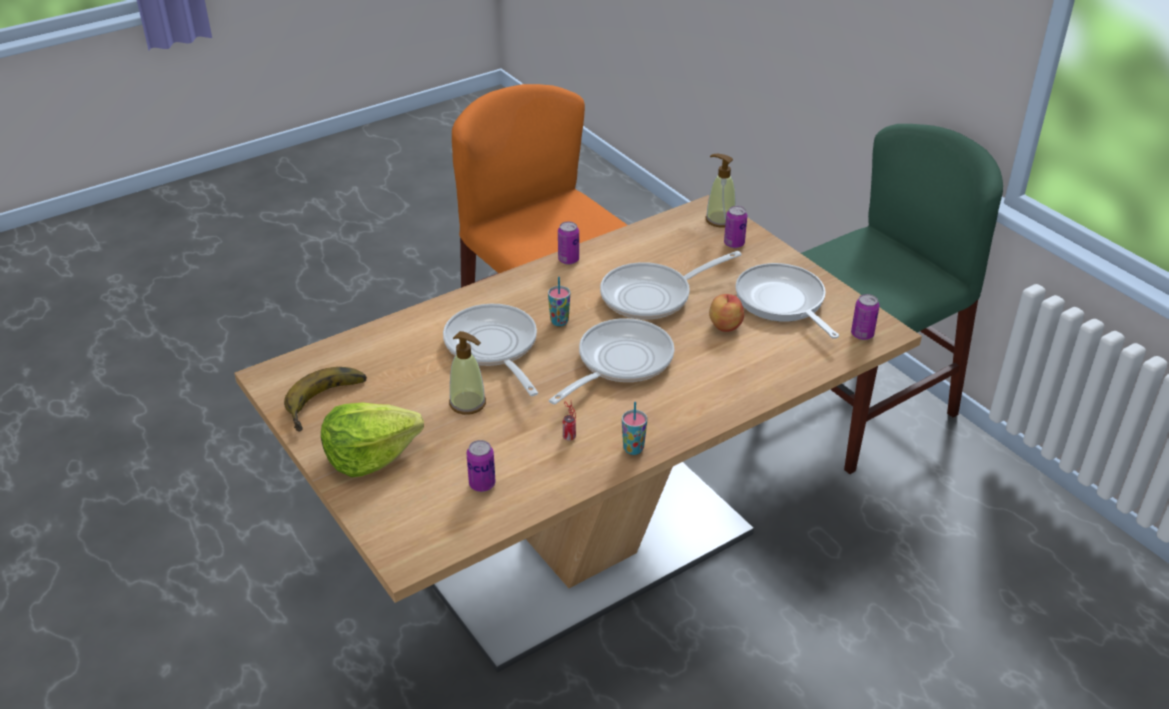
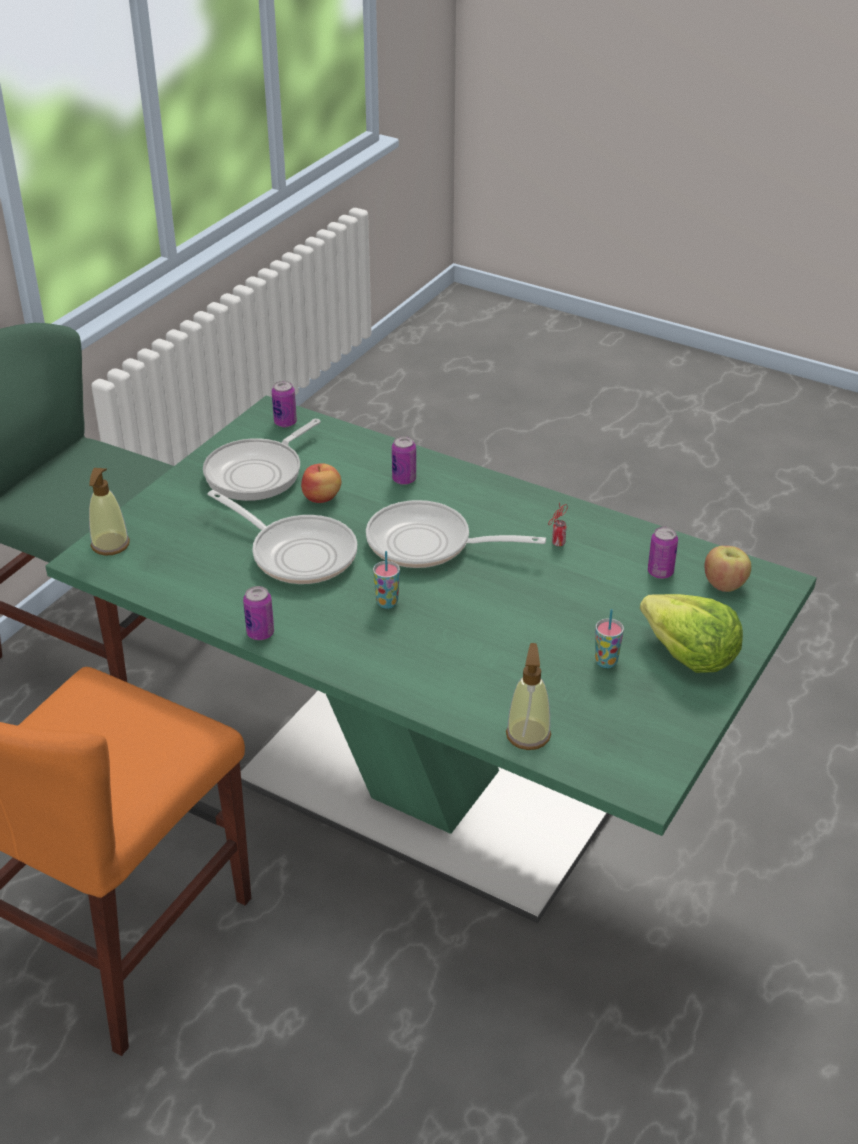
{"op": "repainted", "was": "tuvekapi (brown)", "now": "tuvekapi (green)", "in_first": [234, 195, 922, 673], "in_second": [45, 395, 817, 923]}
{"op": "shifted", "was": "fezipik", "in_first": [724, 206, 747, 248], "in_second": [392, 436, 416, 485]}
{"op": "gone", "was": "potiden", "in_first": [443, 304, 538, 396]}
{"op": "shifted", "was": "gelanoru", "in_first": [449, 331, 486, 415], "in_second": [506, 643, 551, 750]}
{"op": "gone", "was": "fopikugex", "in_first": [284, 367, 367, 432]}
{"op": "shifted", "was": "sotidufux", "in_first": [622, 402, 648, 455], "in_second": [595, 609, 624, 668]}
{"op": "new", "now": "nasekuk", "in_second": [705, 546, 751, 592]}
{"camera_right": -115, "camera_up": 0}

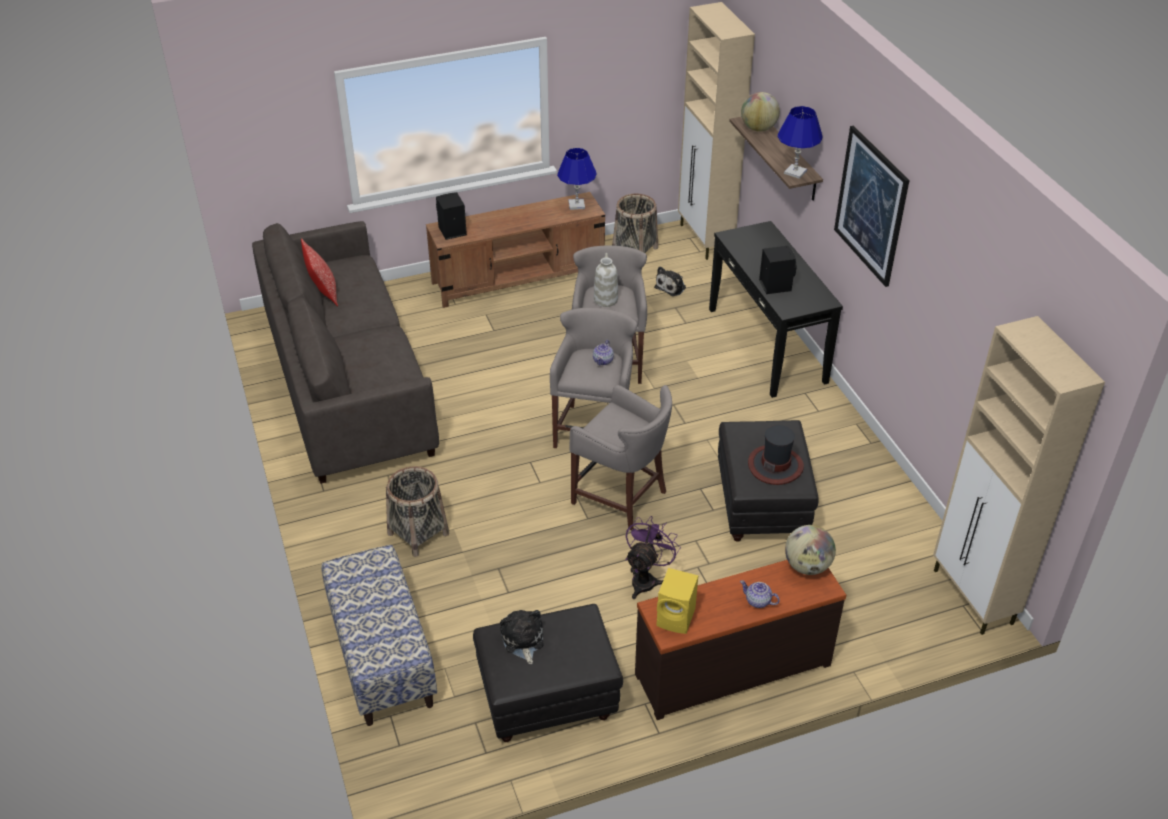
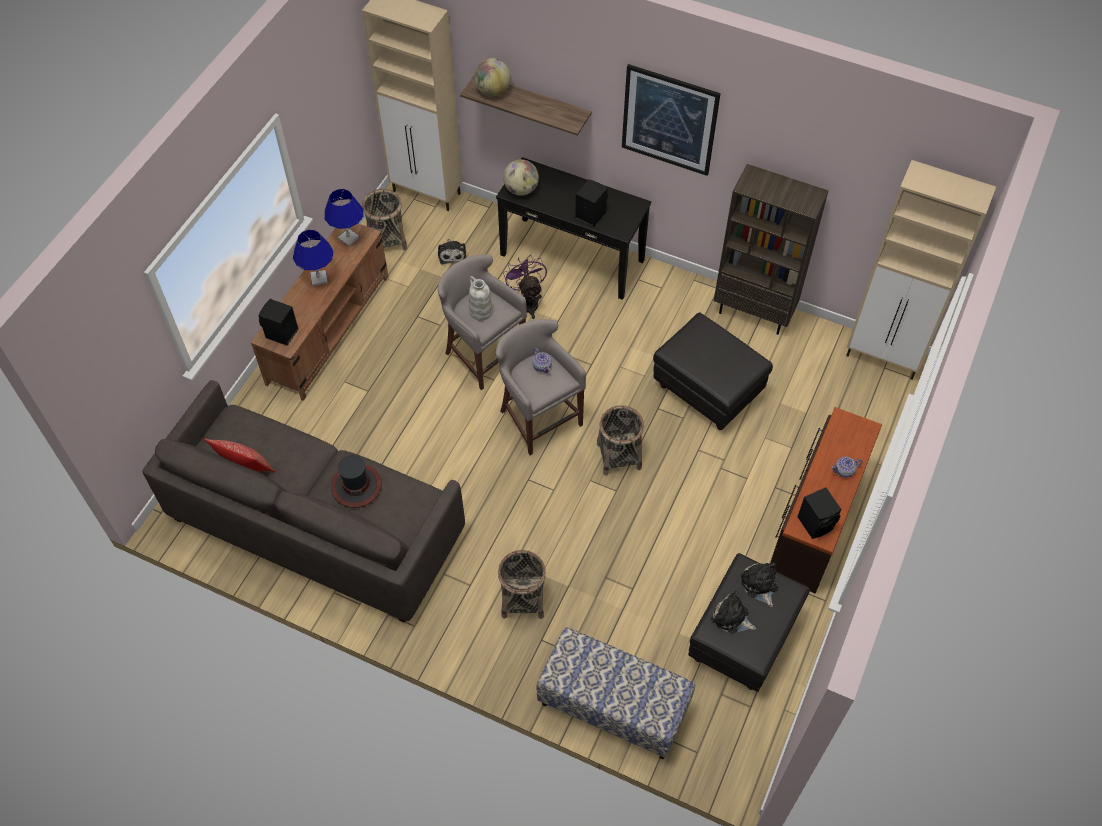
{"op": "shifted", "was": "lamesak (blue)", "in_first": [777, 106, 823, 179], "in_second": [293, 230, 334, 286]}
{"op": "swapped", "was": "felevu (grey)", "now": "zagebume", "in_first": [570, 385, 672, 530], "in_second": [597, 405, 644, 475]}
{"op": "shifted", "was": "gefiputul", "in_first": [748, 425, 804, 485], "in_second": [331, 455, 382, 508]}
{"op": "shifted", "was": "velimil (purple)", "in_first": [626, 516, 681, 599], "in_second": [503, 256, 547, 319]}
{"op": "shifted", "was": "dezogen", "in_first": [785, 525, 836, 575], "in_second": [503, 159, 539, 196]}
{"op": "repainted", "was": "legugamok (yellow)", "now": "legugamok (black)", "in_first": [656, 568, 698, 634], "in_second": [797, 487, 841, 539]}
{"op": "new", "now": "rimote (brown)", "in_second": [714, 164, 829, 335]}
{"op": "new", "now": "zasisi", "in_second": [740, 563, 778, 607]}
{"camera_right": -45, "camera_up": 15}

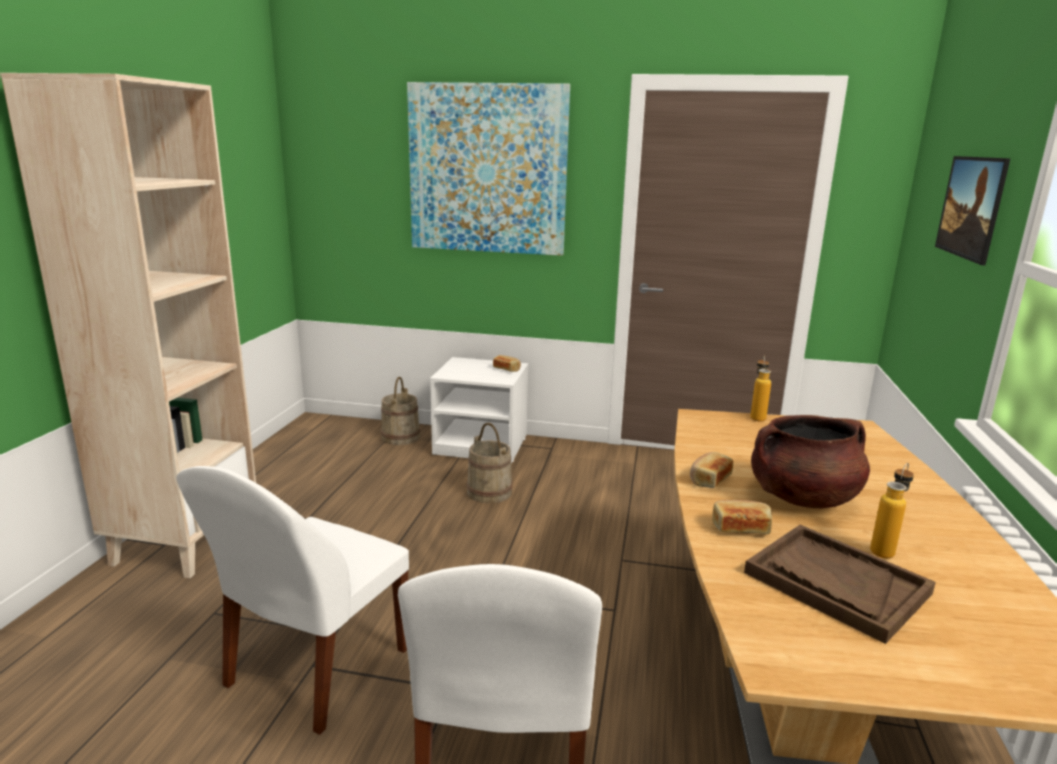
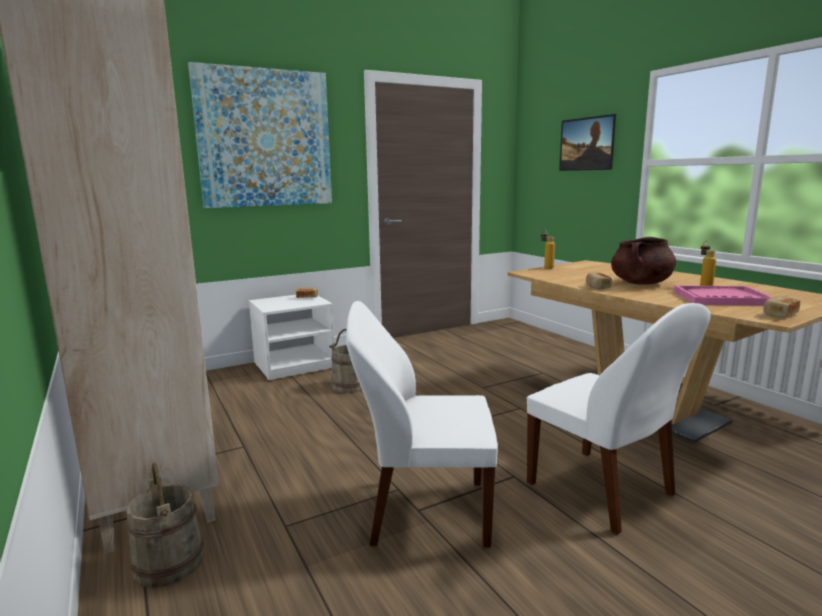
{"op": "shifted", "was": "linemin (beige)", "in_first": [381, 377, 420, 445], "in_second": [126, 462, 205, 588]}
{"op": "rotated", "was": "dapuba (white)", "in_first": [176, 466, 409, 735], "in_second": [346, 301, 498, 548], "clockwise": 105}
{"op": "shifted", "was": "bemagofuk", "in_first": [712, 500, 772, 534], "in_second": [763, 296, 800, 317]}
{"op": "repainted", "was": "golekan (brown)", "now": "golekan (pink)", "in_first": [744, 525, 936, 644], "in_second": [674, 285, 772, 306]}
{"camera_right": -40, "camera_up": -5}

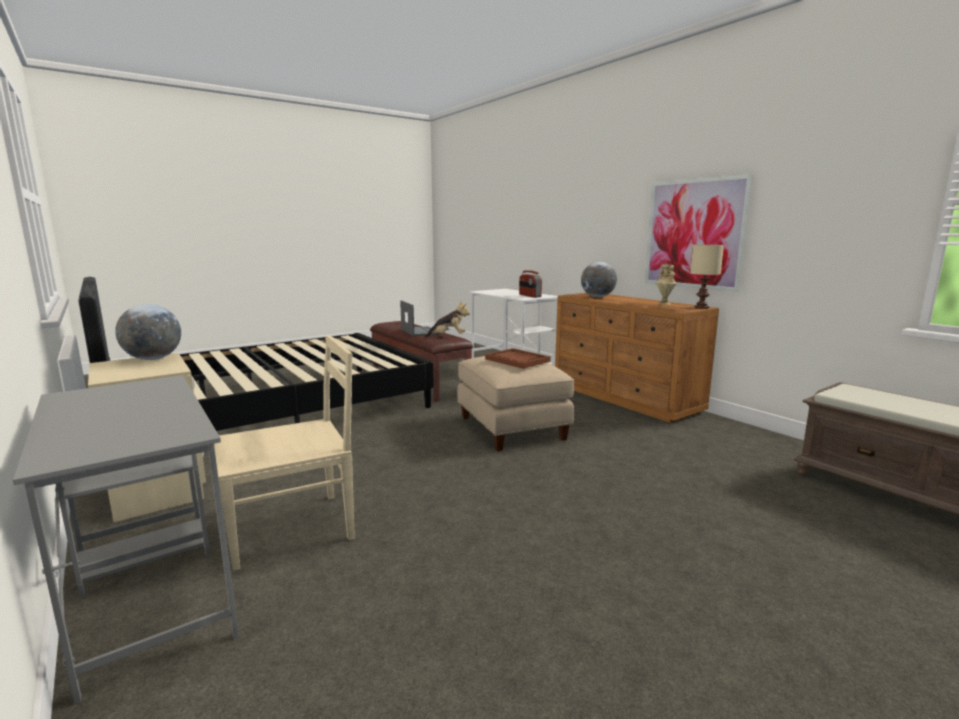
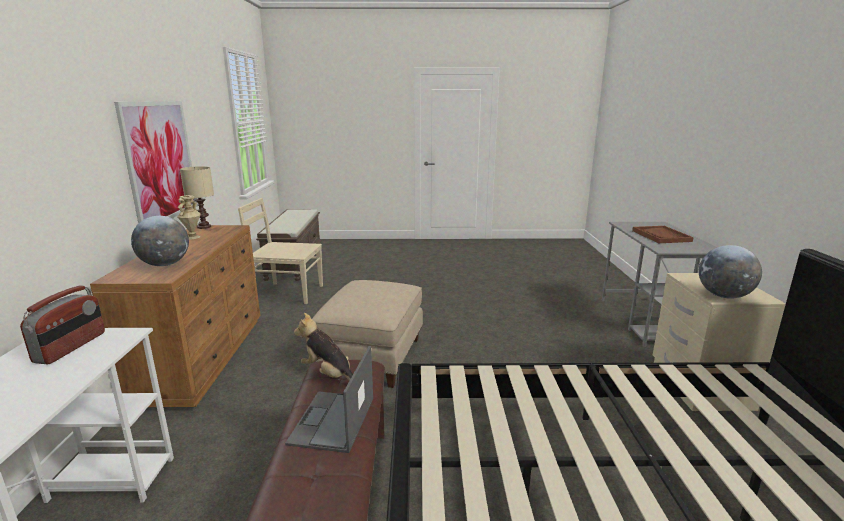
{"op": "shifted", "was": "dapuba (beige)", "in_first": [214, 335, 355, 571], "in_second": [238, 198, 323, 304]}
{"op": "shifted", "was": "golekan (brown)", "in_first": [485, 348, 551, 369], "in_second": [632, 226, 694, 243]}
{"camera_right": -145, "camera_up": 5}

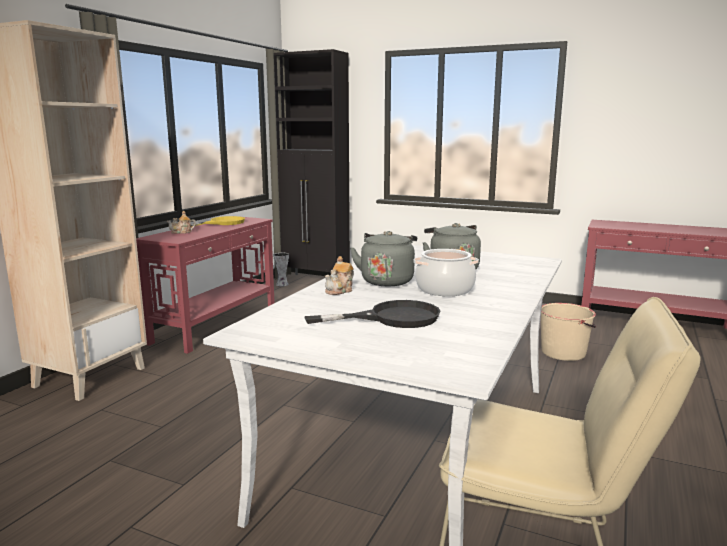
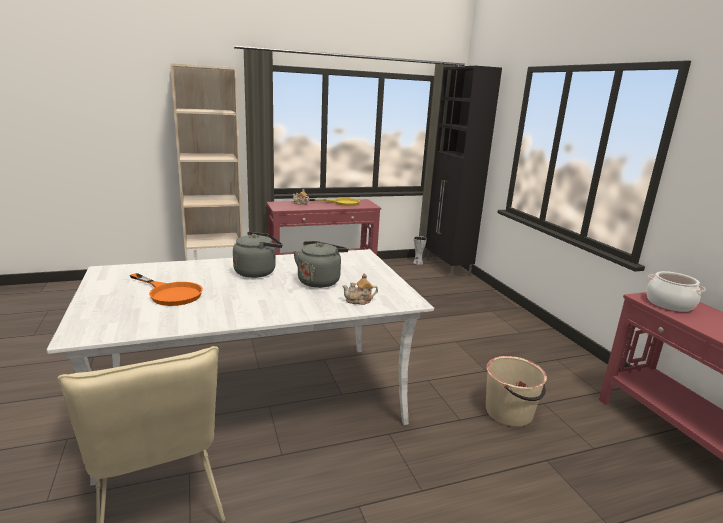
{"op": "shifted", "was": "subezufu", "in_first": [413, 249, 479, 296], "in_second": [646, 271, 706, 312]}
{"op": "shifted", "was": "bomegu", "in_first": [324, 256, 354, 295], "in_second": [342, 273, 378, 305]}
{"op": "repainted", "was": "potiden (black)", "now": "potiden (orange)", "in_first": [305, 300, 440, 328], "in_second": [130, 273, 203, 306]}
{"camera_right": 45, "camera_up": 5}

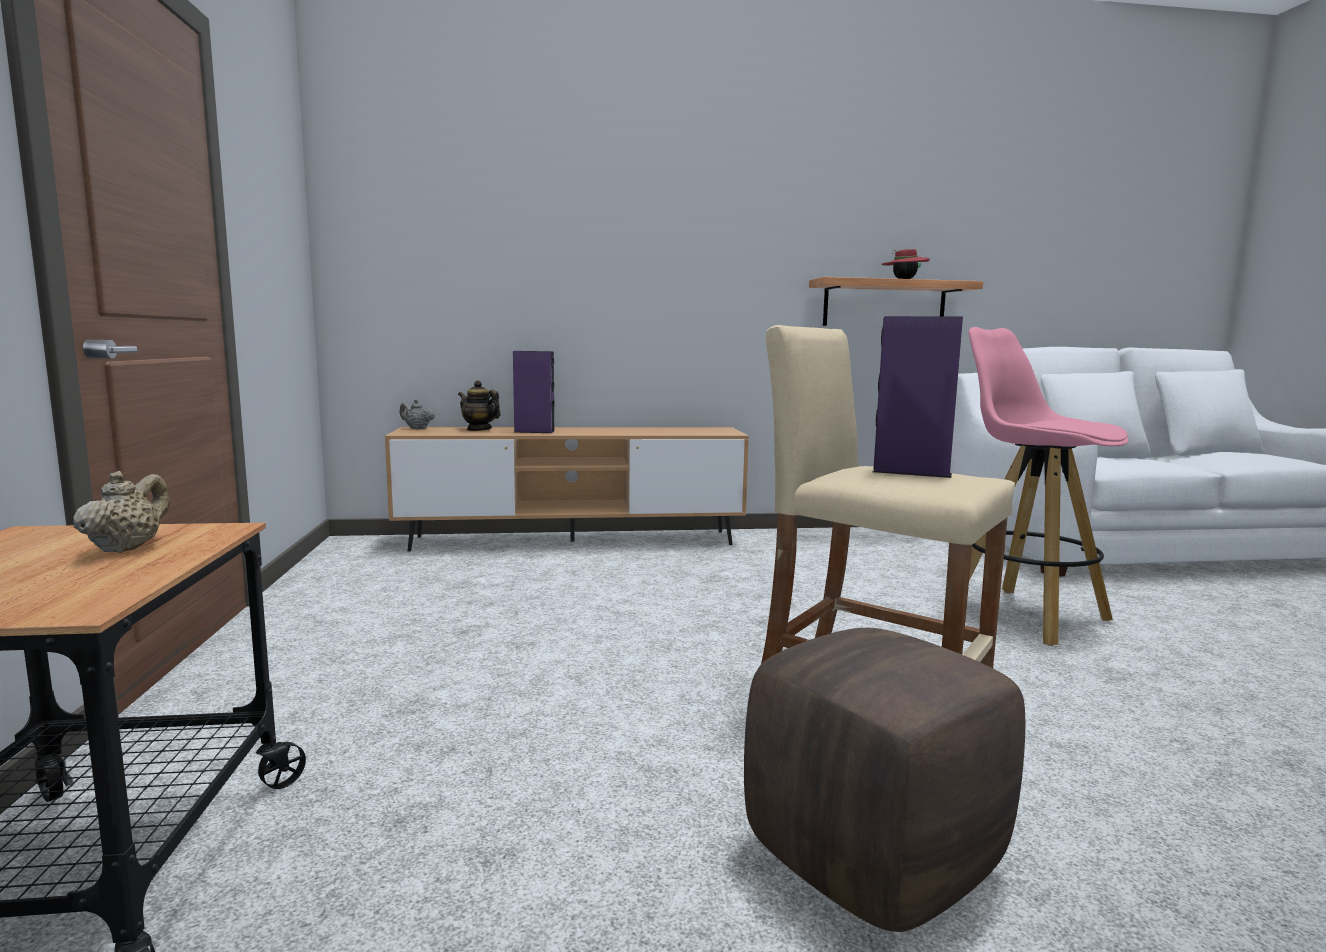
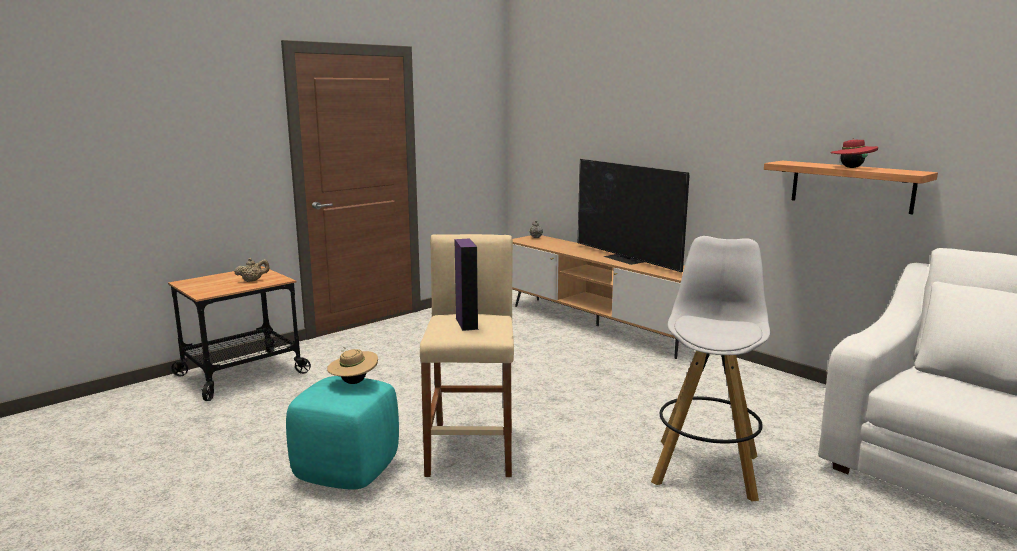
{"op": "repainted", "was": "felevu (pink)", "now": "felevu (white)", "in_first": [969, 327, 1128, 646], "in_second": [651, 236, 770, 502]}
{"op": "gone", "was": "legugamok (purple)", "in_first": [513, 351, 555, 433]}
{"op": "gone", "was": "bomegu", "in_first": [458, 380, 501, 431]}
{"op": "repainted", "was": "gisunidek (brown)", "now": "gisunidek (turquoise)", "in_first": [744, 628, 1025, 932], "in_second": [286, 376, 399, 490]}
{"op": "new", "now": "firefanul", "in_second": [578, 159, 690, 272]}
{"op": "new", "now": "gefiputul (beige)", "in_second": [327, 347, 378, 384]}
{"camera_right": 55, "camera_up": 5}

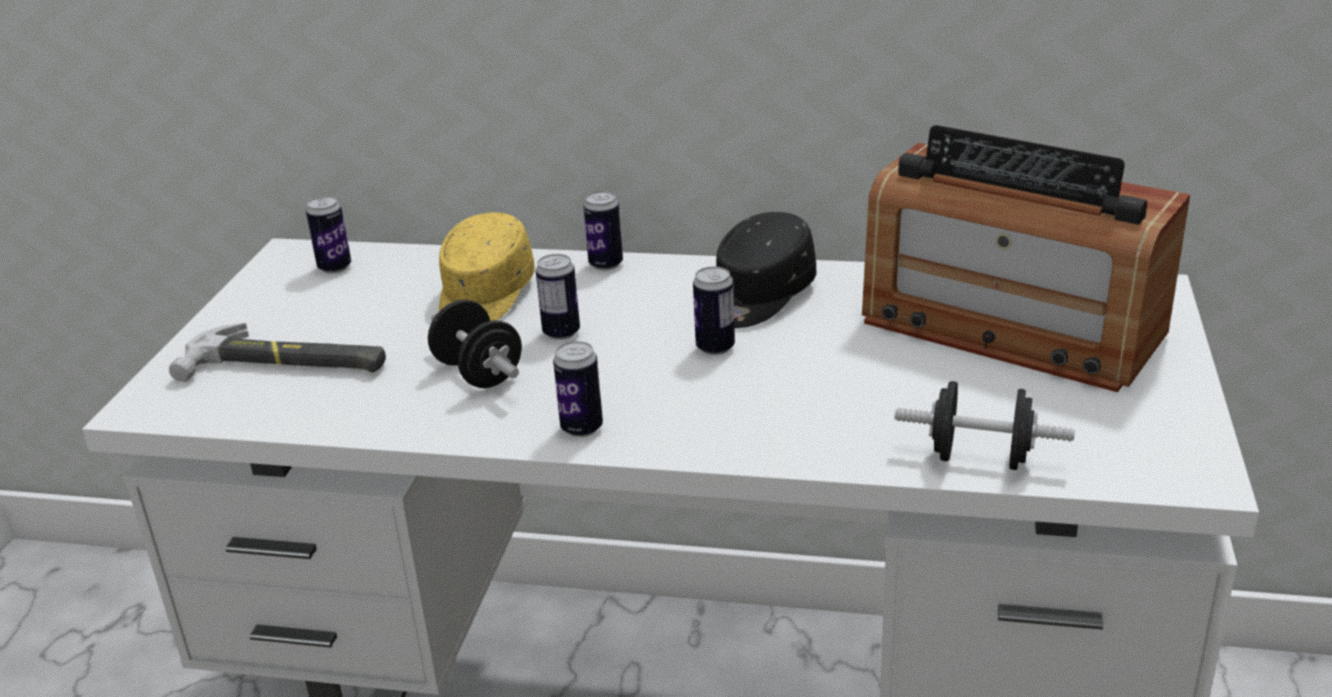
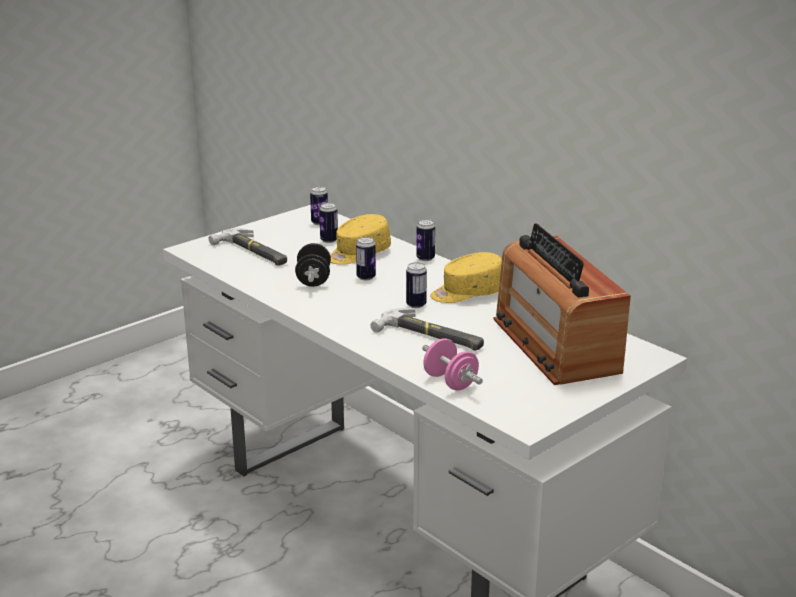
{"op": "repainted", "was": "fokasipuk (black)", "now": "fokasipuk (yellow)", "in_first": [716, 212, 816, 328], "in_second": [430, 252, 502, 303]}
{"op": "shifted", "was": "fezipik", "in_first": [553, 341, 603, 437], "in_second": [319, 203, 338, 243]}
{"op": "repainted", "was": "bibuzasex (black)", "now": "bibuzasex (pink)", "in_first": [895, 381, 1075, 470], "in_second": [422, 338, 483, 390]}
{"op": "new", "now": "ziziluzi", "in_second": [370, 308, 484, 351]}
{"camera_right": 35, "camera_up": -5}

